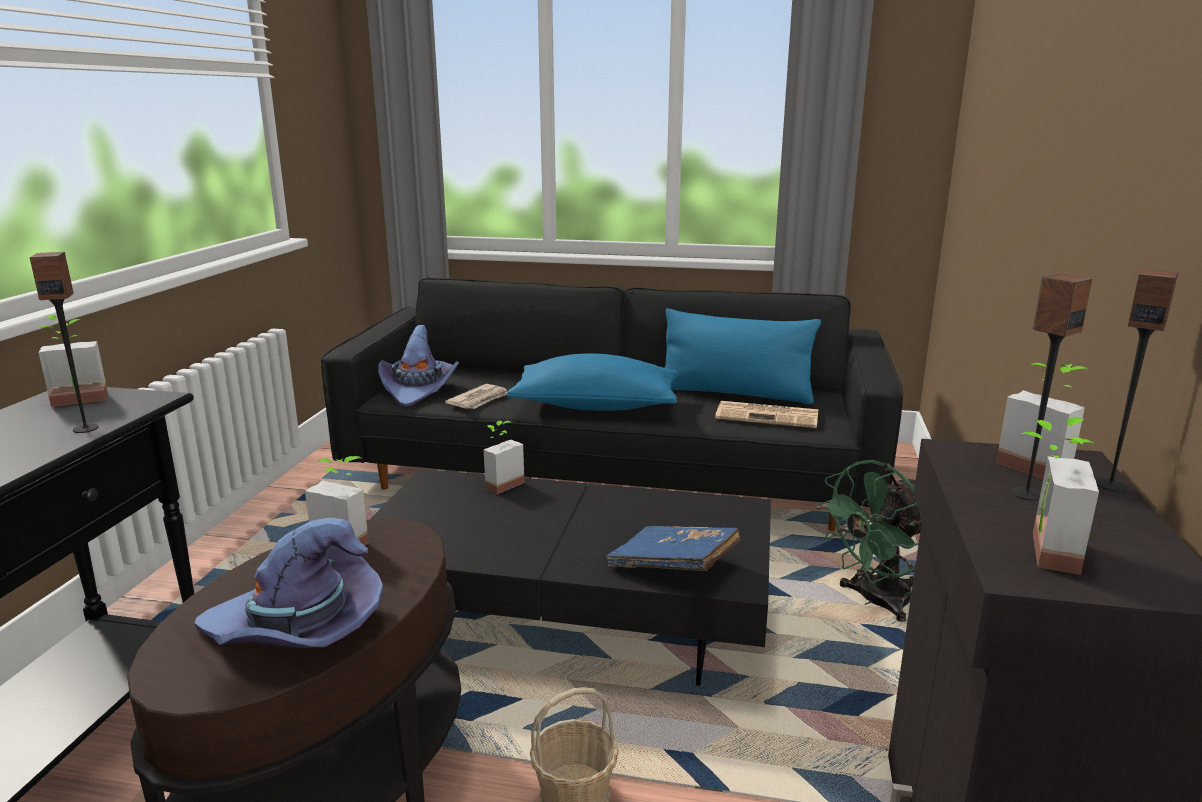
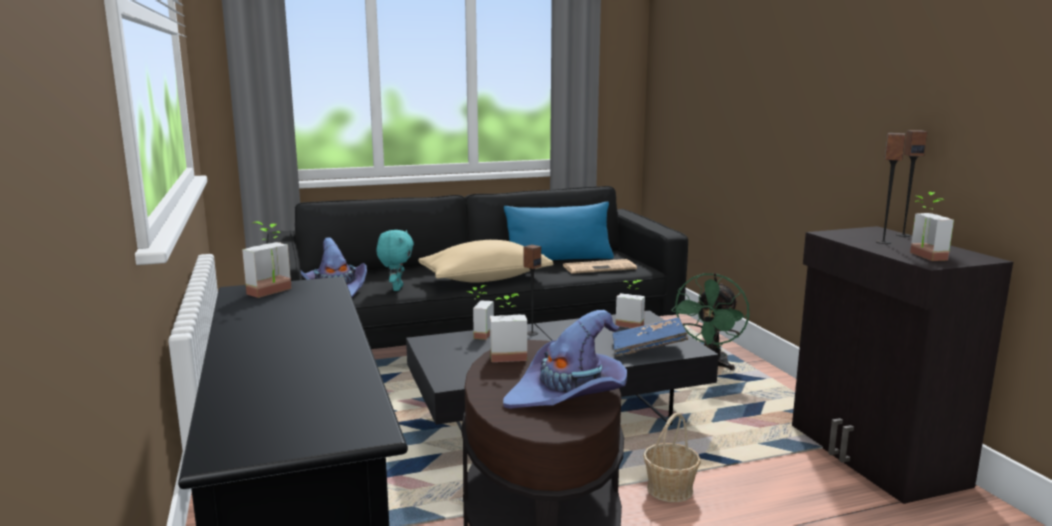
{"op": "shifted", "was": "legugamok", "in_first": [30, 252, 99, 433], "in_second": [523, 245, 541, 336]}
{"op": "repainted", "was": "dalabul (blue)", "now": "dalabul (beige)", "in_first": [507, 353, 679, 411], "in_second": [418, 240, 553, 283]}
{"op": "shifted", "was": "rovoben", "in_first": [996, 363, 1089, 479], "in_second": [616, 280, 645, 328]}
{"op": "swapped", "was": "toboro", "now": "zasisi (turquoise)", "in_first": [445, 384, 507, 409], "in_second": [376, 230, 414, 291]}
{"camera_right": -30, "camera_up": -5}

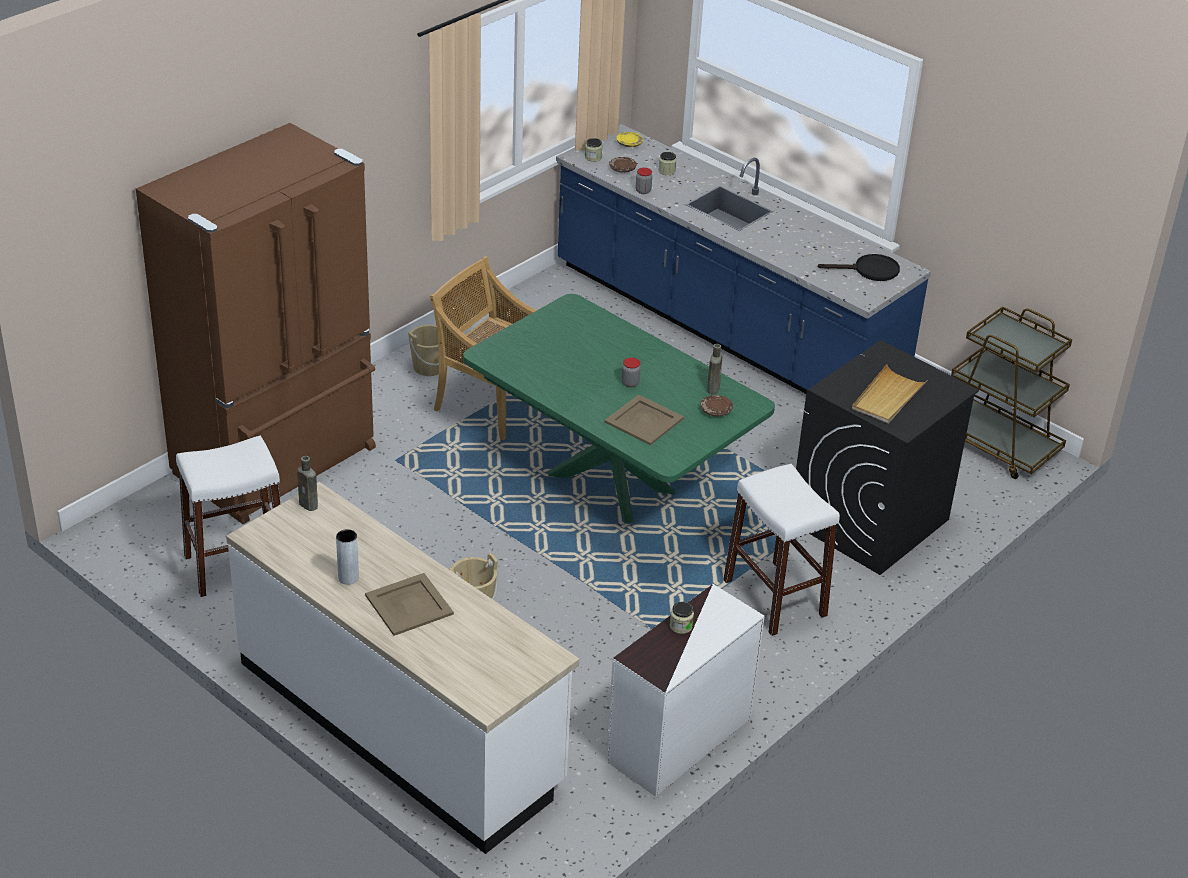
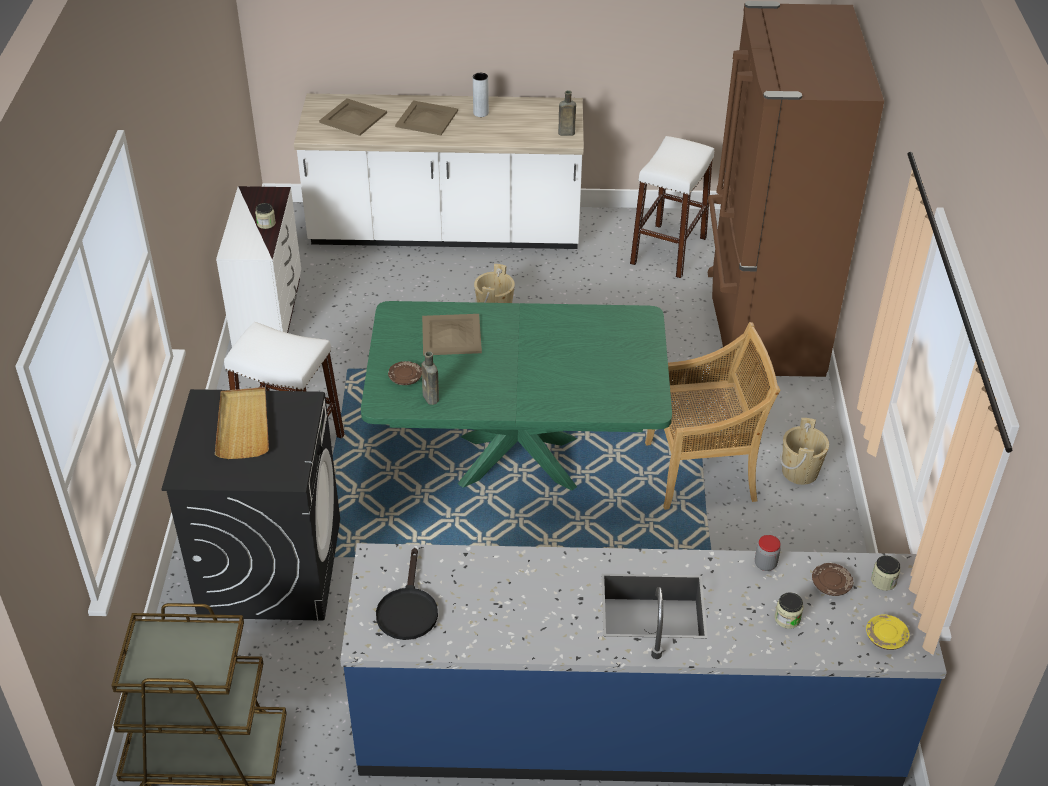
{"op": "rotated", "was": "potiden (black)", "in_first": [818, 254, 900, 281], "in_second": [376, 548, 438, 640], "clockwise": -45}
{"op": "gone", "was": "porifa", "in_first": [622, 358, 641, 387]}
{"op": "new", "now": "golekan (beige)", "in_second": [319, 99, 387, 136]}
{"camera_right": 140, "camera_up": 5}

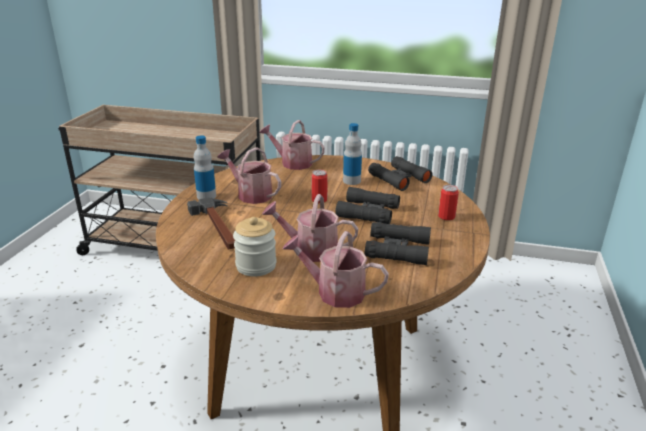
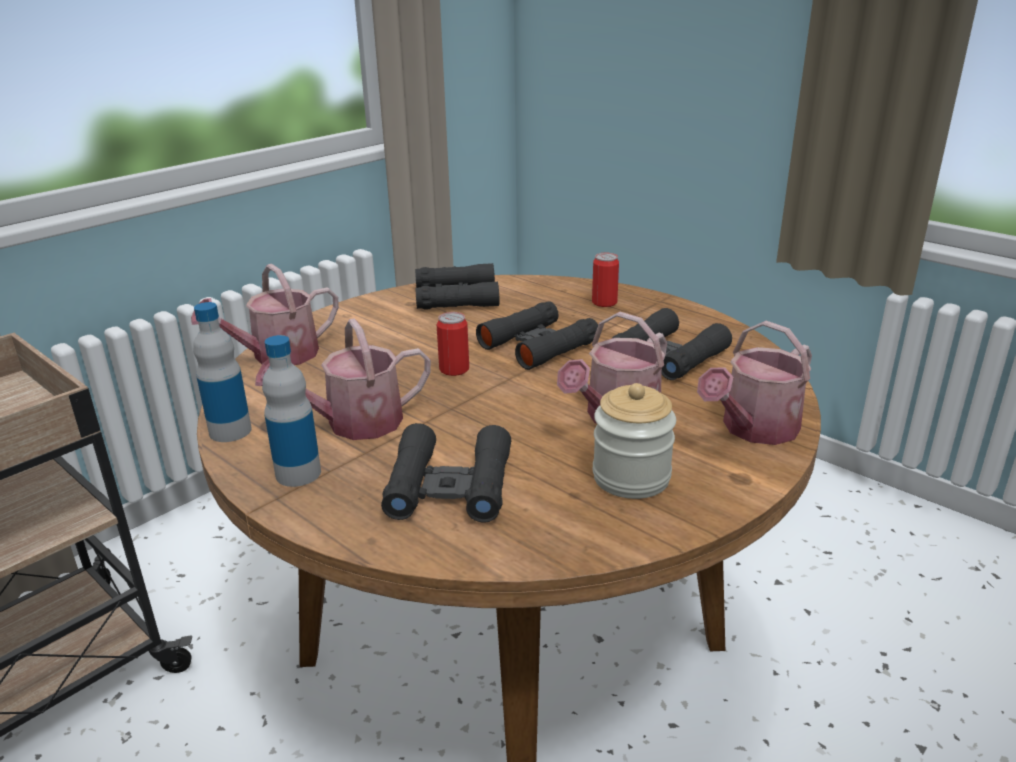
{"op": "shifted", "was": "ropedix", "in_first": [343, 123, 362, 185], "in_second": [193, 302, 252, 442]}
{"op": "swapped", "was": "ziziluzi", "now": "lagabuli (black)", "in_first": [187, 197, 235, 250], "in_second": [381, 423, 511, 523]}
{"camera_right": -60, "camera_up": 0}

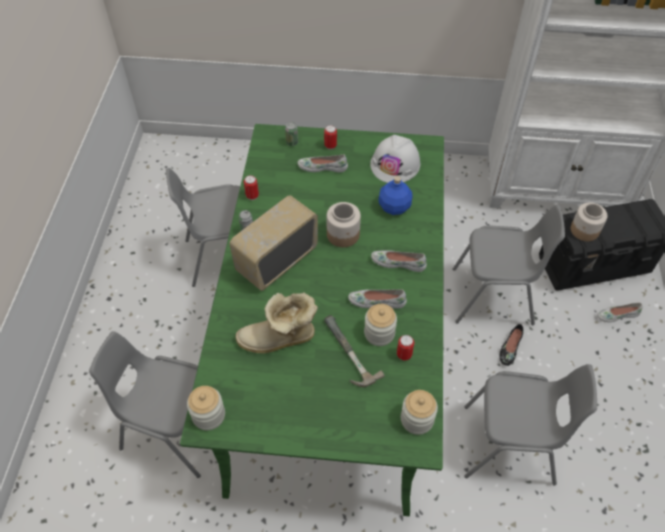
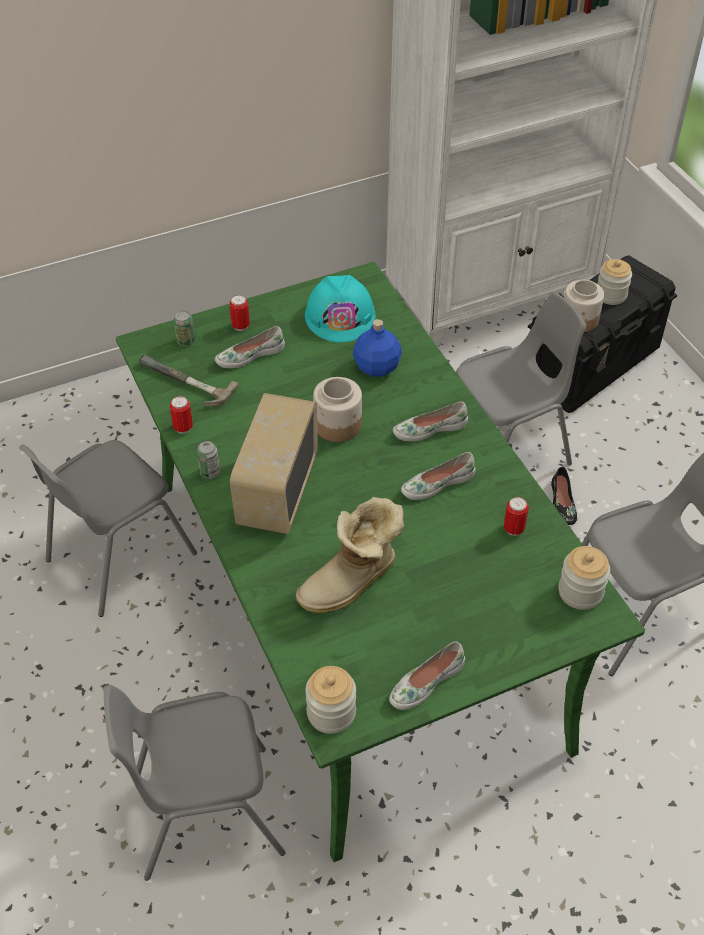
{"op": "repainted", "was": "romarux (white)", "now": "romarux (turquoise)", "in_first": [370, 135, 420, 183], "in_second": [305, 275, 376, 343]}
{"op": "shifted", "was": "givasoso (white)", "in_first": [597, 302, 643, 322], "in_second": [389, 641, 465, 710]}
{"op": "shifted", "was": "porifa", "in_first": [364, 304, 397, 346], "in_second": [598, 259, 632, 305]}
{"op": "shifted", "was": "ziziluzi", "in_first": [324, 315, 385, 387], "in_second": [139, 355, 239, 407]}
{"camera_right": -30, "camera_up": -5}

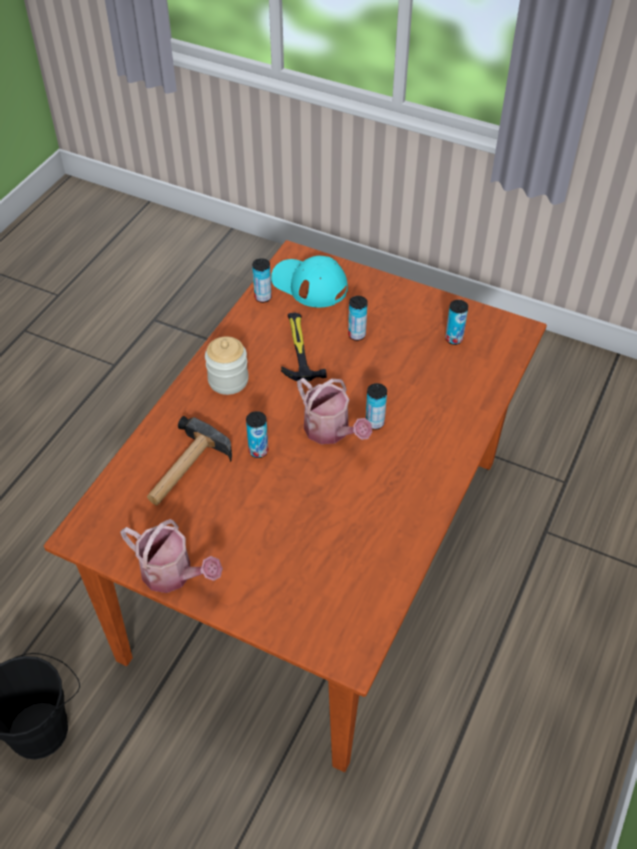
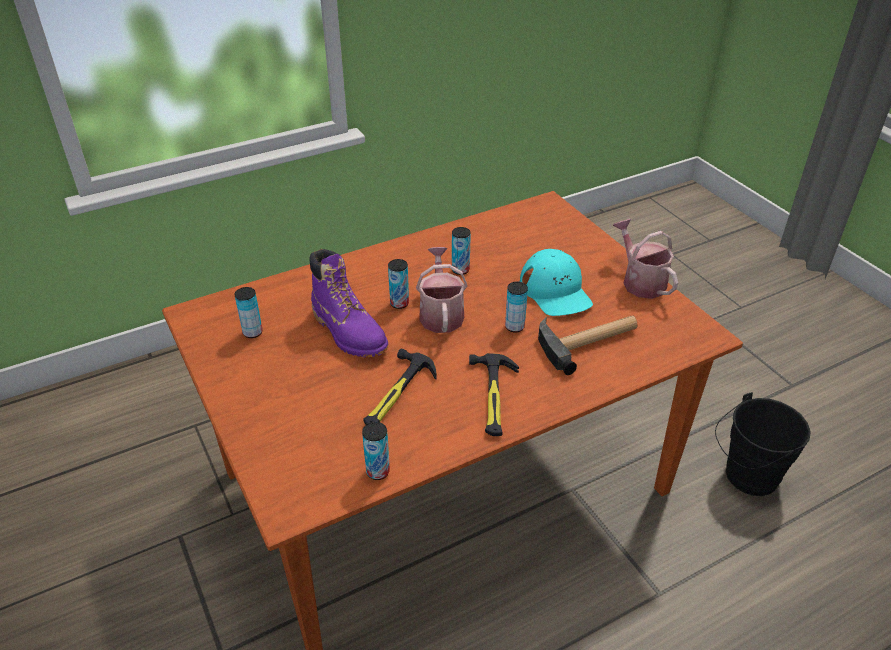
{"op": "shifted", "was": "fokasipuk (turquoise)", "in_first": [271, 255, 348, 307], "in_second": [520, 249, 593, 316]}
{"op": "shifted", "was": "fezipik", "in_first": [348, 296, 368, 341], "in_second": [452, 227, 471, 275]}
{"op": "swapped", "was": "porifa", "now": "ziziluzi", "in_first": [205, 336, 249, 395], "in_second": [469, 353, 519, 436]}
{"op": "new", "now": "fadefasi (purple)", "in_second": [310, 249, 388, 357]}
{"camera_right": -145, "camera_up": -10}

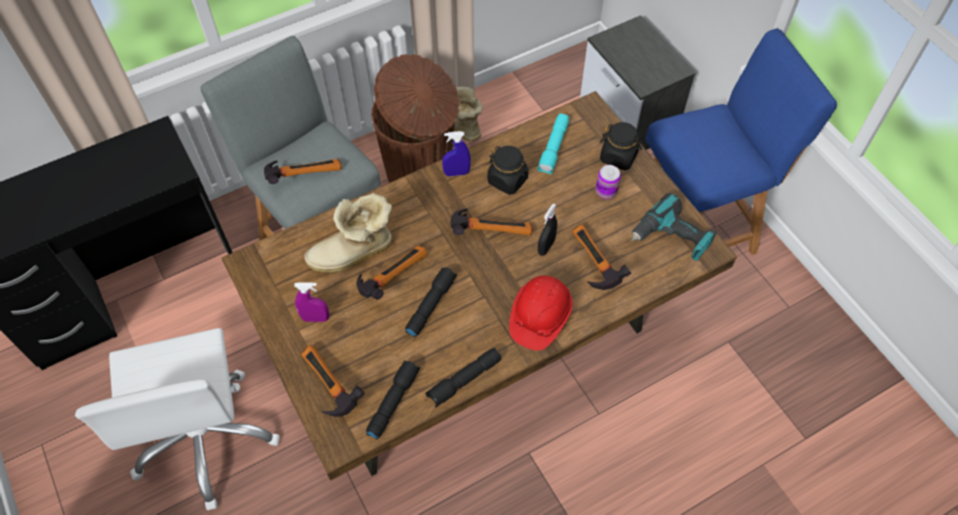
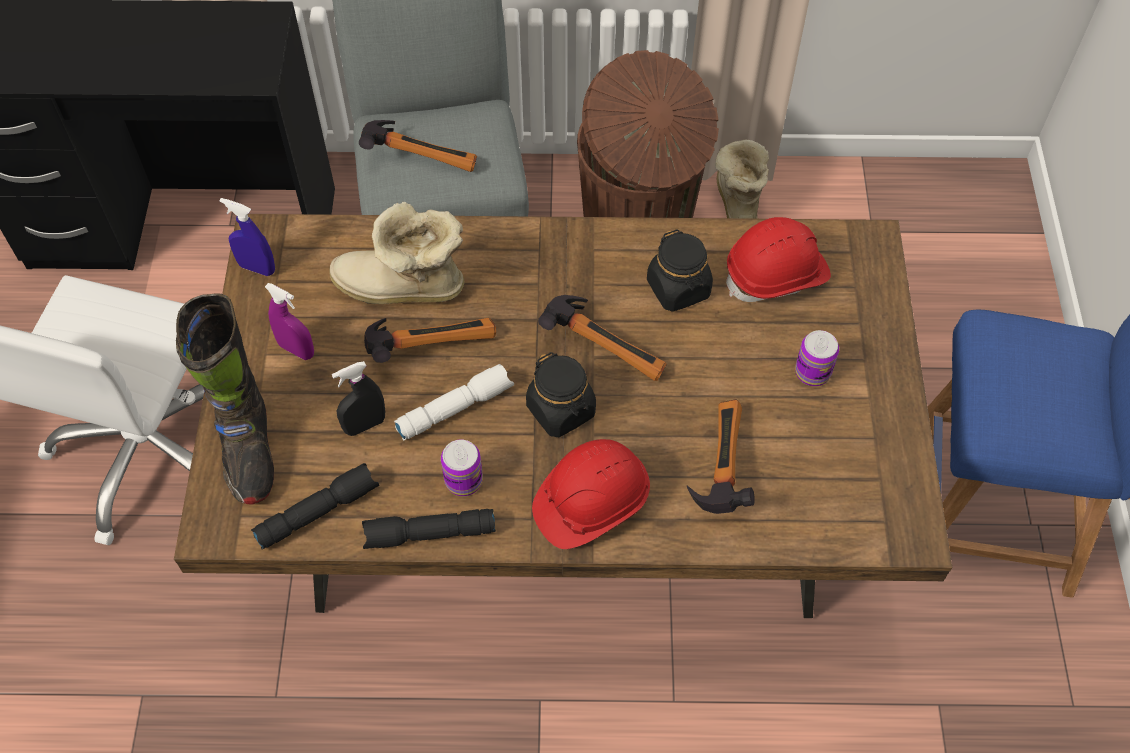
{"op": "gone", "was": "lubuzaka", "in_first": [580, 15, 695, 150]}
{"op": "swapped", "was": "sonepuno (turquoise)", "now": "romarux (red)", "in_first": [537, 113, 569, 174], "in_second": [726, 217, 831, 302]}
{"op": "shifted", "was": "porifa (black)", "in_first": [600, 122, 644, 170], "in_second": [526, 352, 596, 437]}
{"op": "shifted", "was": "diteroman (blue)", "in_first": [442, 131, 471, 176], "in_second": [220, 198, 275, 276]}
{"op": "gone", "was": "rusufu", "in_first": [631, 193, 716, 261]}
{"op": "shifted", "was": "diteroman (black)", "in_first": [538, 203, 557, 256], "in_second": [332, 361, 385, 436]}
{"op": "repainted", "was": "sonepuno (black)", "now": "sonepuno (white)", "in_first": [405, 267, 457, 337], "in_second": [394, 364, 514, 441]}
{"op": "swapped", "was": "ziziluzi", "now": "fadefasi (black)", "in_first": [301, 345, 365, 417], "in_second": [176, 293, 274, 504]}
{"op": "new", "now": "fezipik", "in_second": [441, 440, 483, 496]}
{"camera_right": 30, "camera_up": 0}

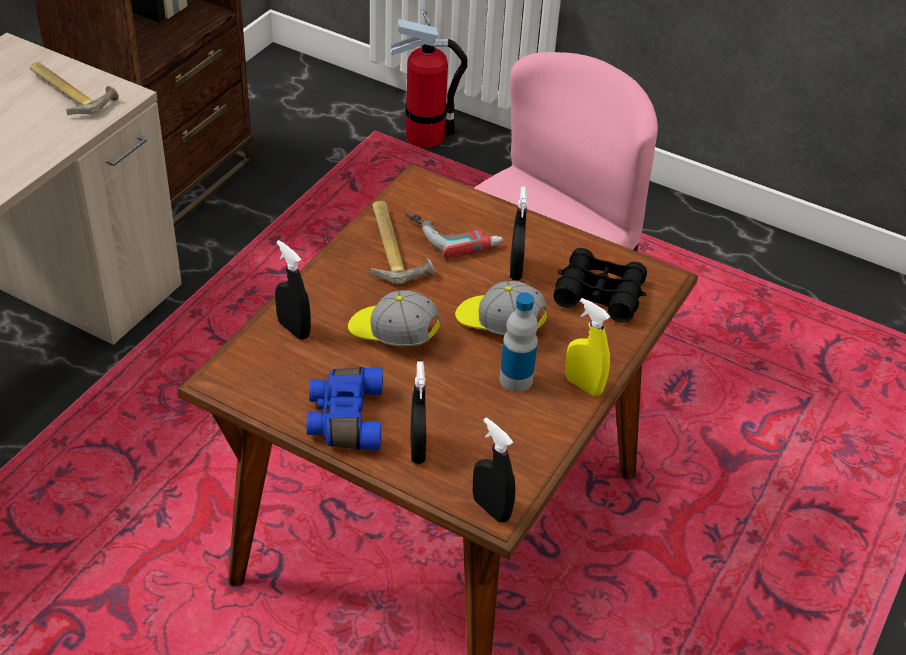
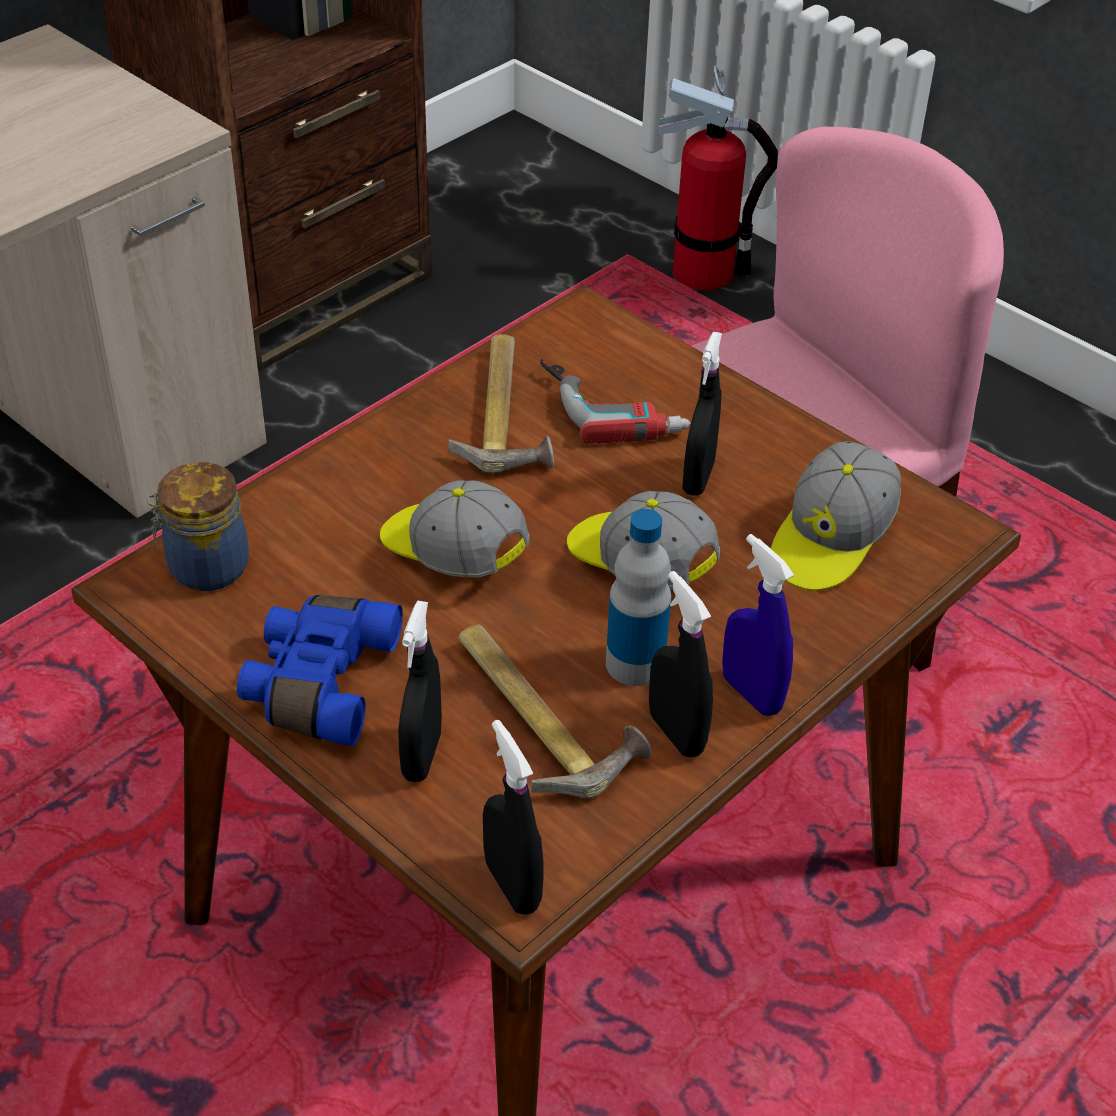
{"op": "shifted", "was": "ziziluzi", "in_first": [30, 62, 119, 115], "in_second": [458, 625, 652, 798]}
{"op": "shifted", "was": "diteroman (black)", "in_first": [275, 240, 311, 340], "in_second": [649, 571, 713, 757]}
{"op": "swapped", "was": "lagabuli (black)", "now": "fokasipuk", "in_first": [553, 248, 647, 323], "in_second": [771, 441, 901, 591]}
{"op": "repainted", "was": "diteroman (yellow)", "now": "diteroman (blue)", "in_first": [565, 298, 611, 396], "in_second": [722, 534, 794, 716]}
{"op": "new", "now": "porifa", "in_second": [147, 462, 249, 591]}
{"camera_right": 15, "camera_up": 0}

